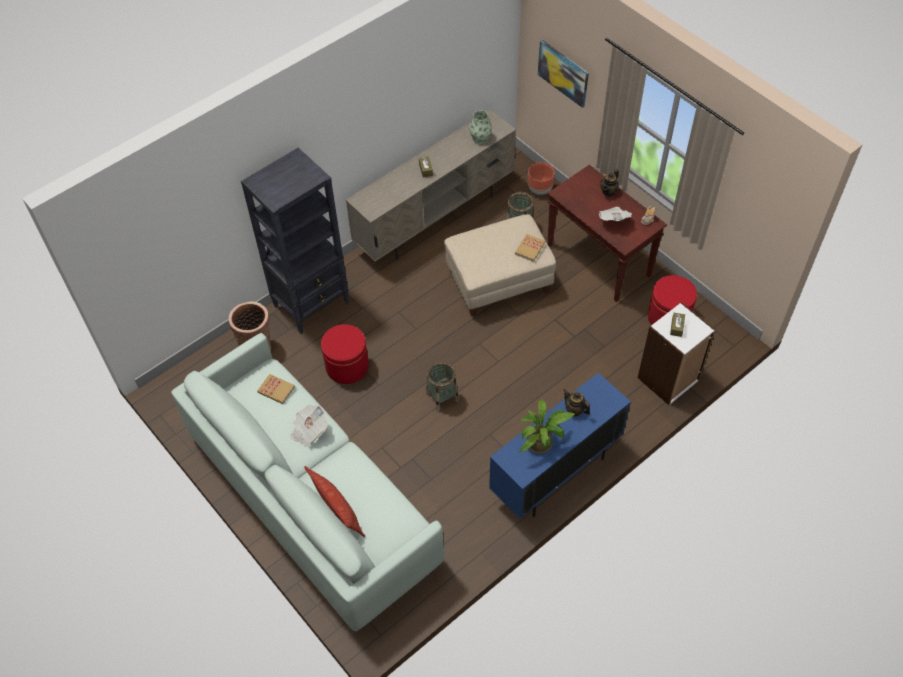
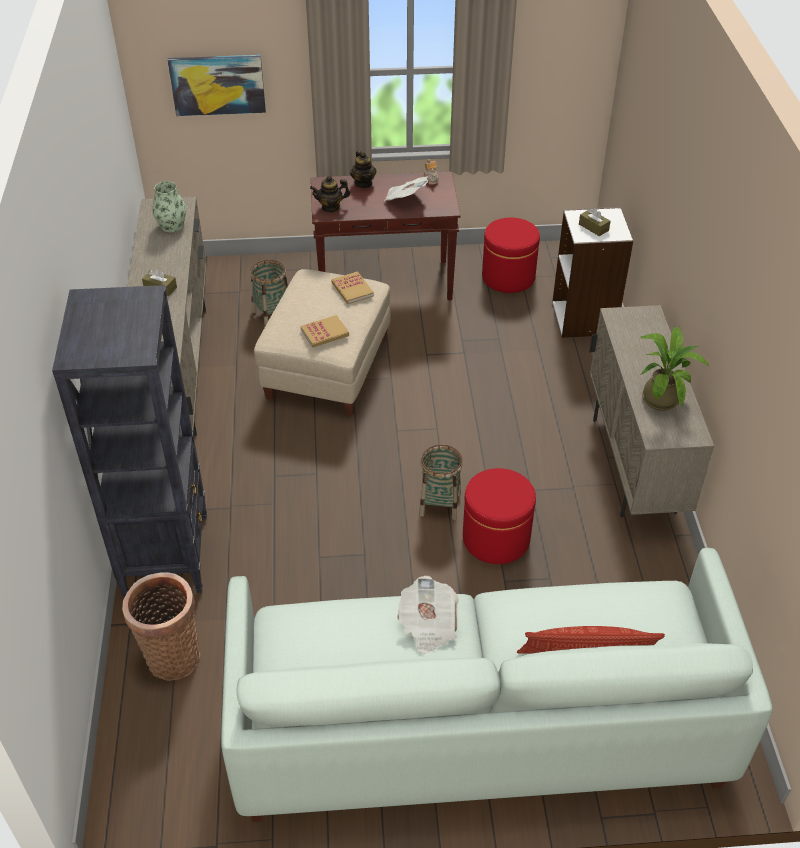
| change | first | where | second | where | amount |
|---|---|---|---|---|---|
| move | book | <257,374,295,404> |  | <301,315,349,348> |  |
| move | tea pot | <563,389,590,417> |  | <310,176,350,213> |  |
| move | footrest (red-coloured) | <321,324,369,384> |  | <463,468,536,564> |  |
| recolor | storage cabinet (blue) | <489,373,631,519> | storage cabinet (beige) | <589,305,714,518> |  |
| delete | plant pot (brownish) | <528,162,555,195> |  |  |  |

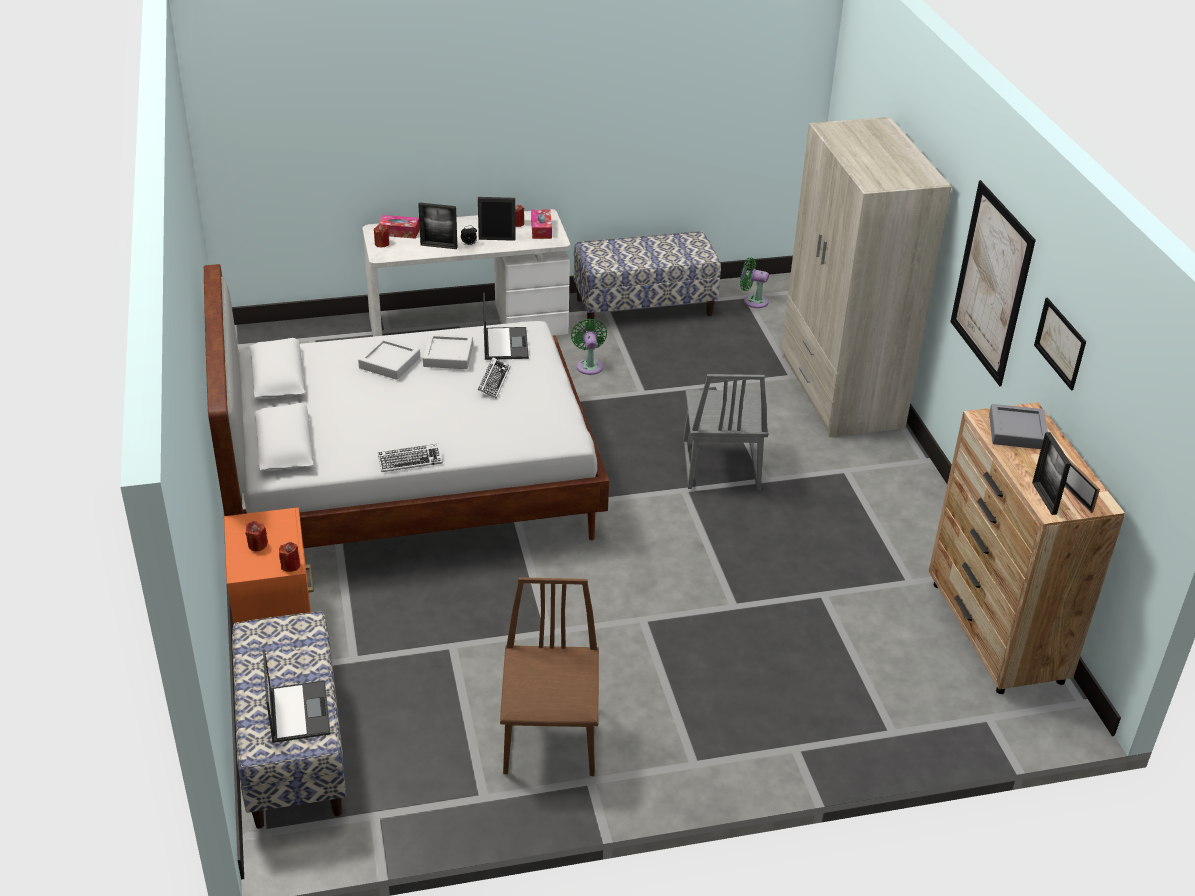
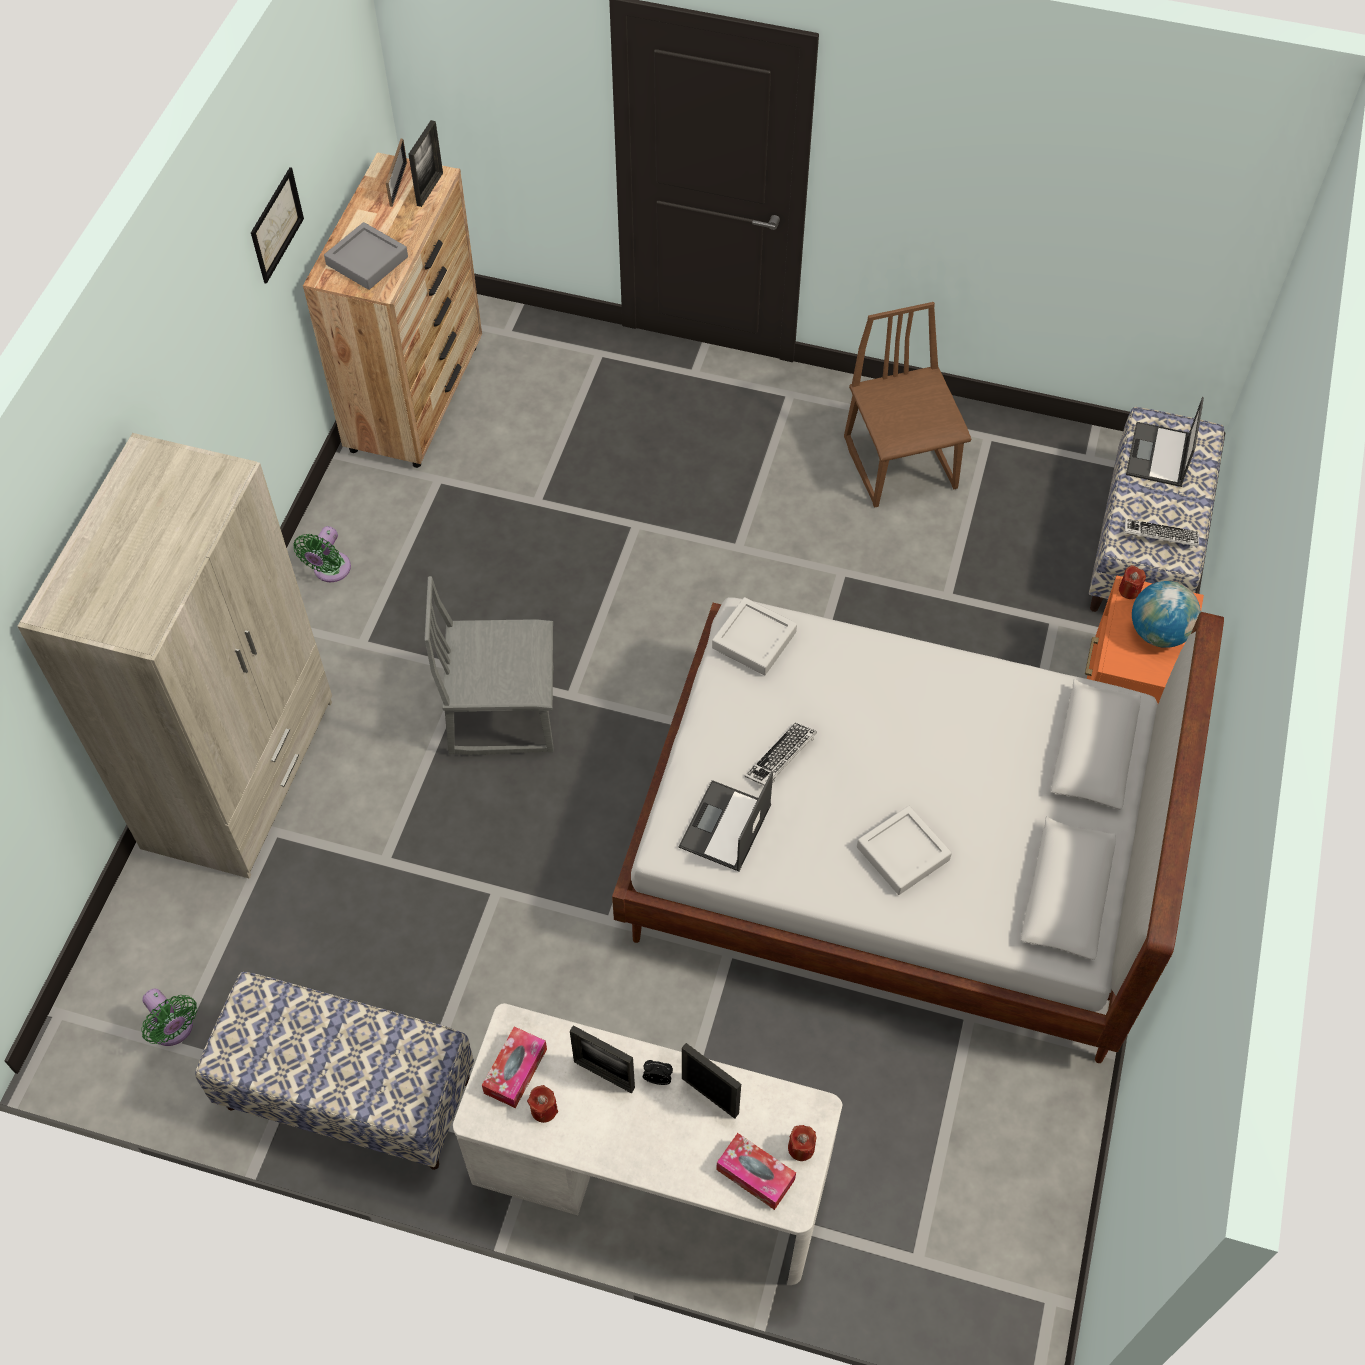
| change | first | where | second | where | amount |
|---|---|---|---|---|---|
| move | cooling fan (green-coloured) | <571,318,607,375> |  | <293,526,351,582> |  |
| rotate | upright chair (gray) | <683,374,769,490> |  | <424,576,554,756> | 120 degrees counterclockwise |
| move | serving tray (gray) | <423,334,473,369> |  | <712,597,797,675> |  |
| rotate | upright chair (brownish) | <500,577,599,776> |  | <844,302,971,508> | 135 degrees clockwise |
| move | PC keyboard | <378,444,443,472> |  | <1125,519,1199,548> |  |
| replace | candle (red-coloured) | <246,521,268,551> | world globe | <1132,581,1201,648> |  |
| delete | wall art | <950,180,1036,386> |  |  |  |

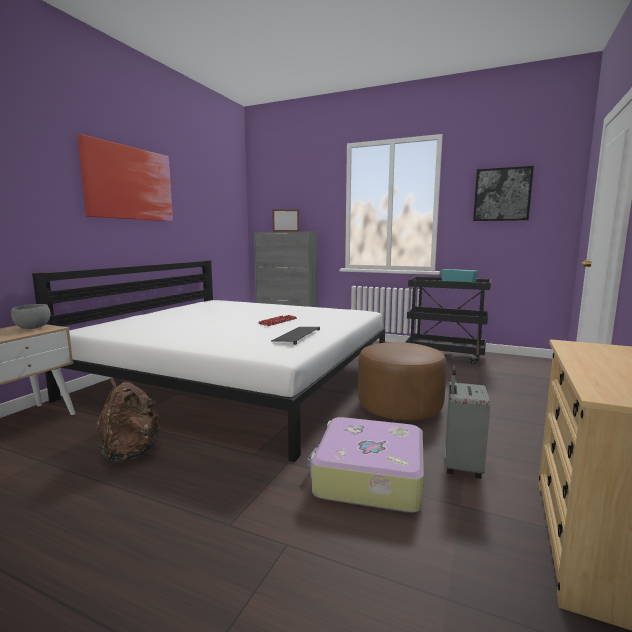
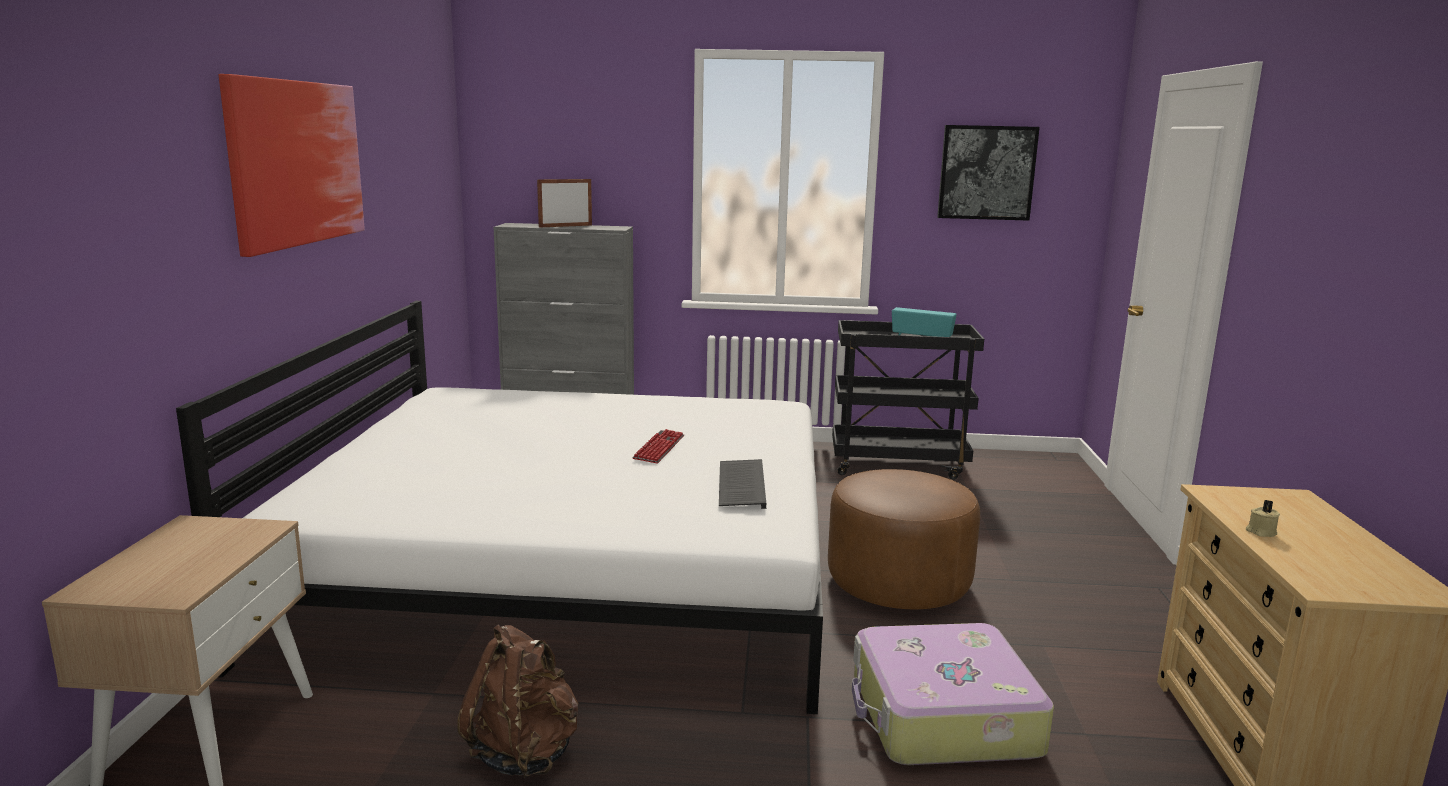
| change | first | where | second | where | amount |
|---|---|---|---|---|---|
| insert |  |  | candle (beige) | <1246,500,1280,537> |  |
| delete | bowl (gray) | <11,304,50,329> |  |  |  |
| delete | travel case (gray) | <445,365,490,479> |  |  |  |

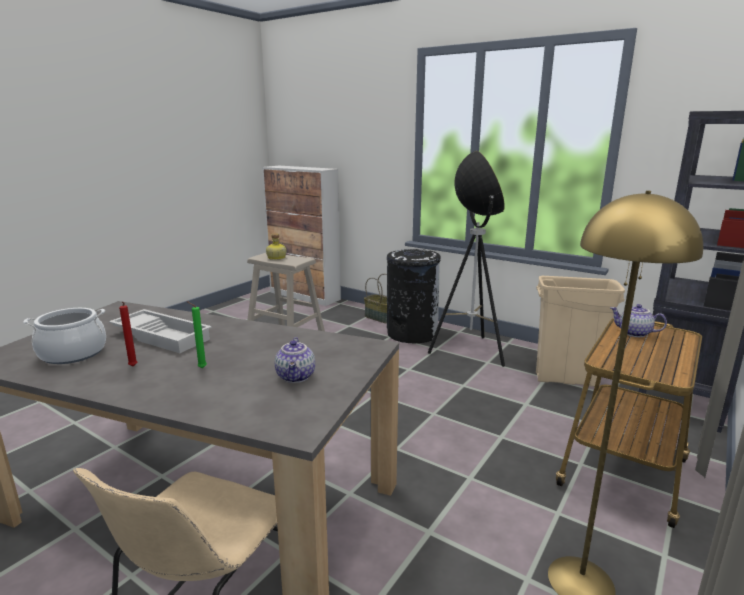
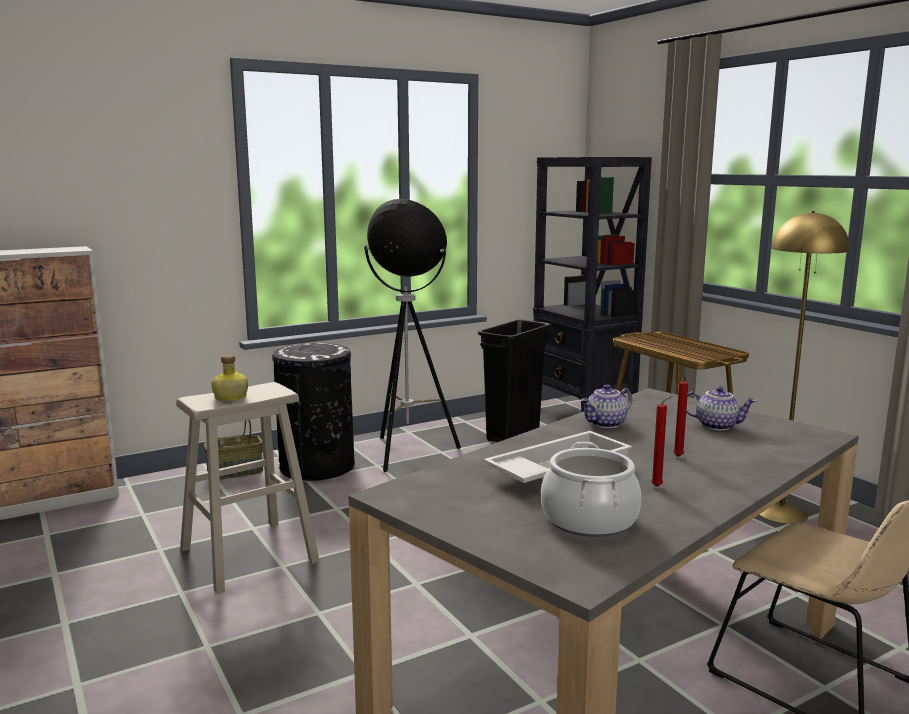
| change | first | where | second | where | amount |
|---|---|---|---|---|---|
| recolor | trash can (beige) | <536,276,625,387> | trash can (black-coloured) | <478,320,551,442> |  |
| move | tea pot | <610,304,667,337> |  | <580,385,632,428> |  |
| recolor | candle (green-coloured) | <186,301,207,368> | candle (red-coloured) | <673,376,688,457> |  |

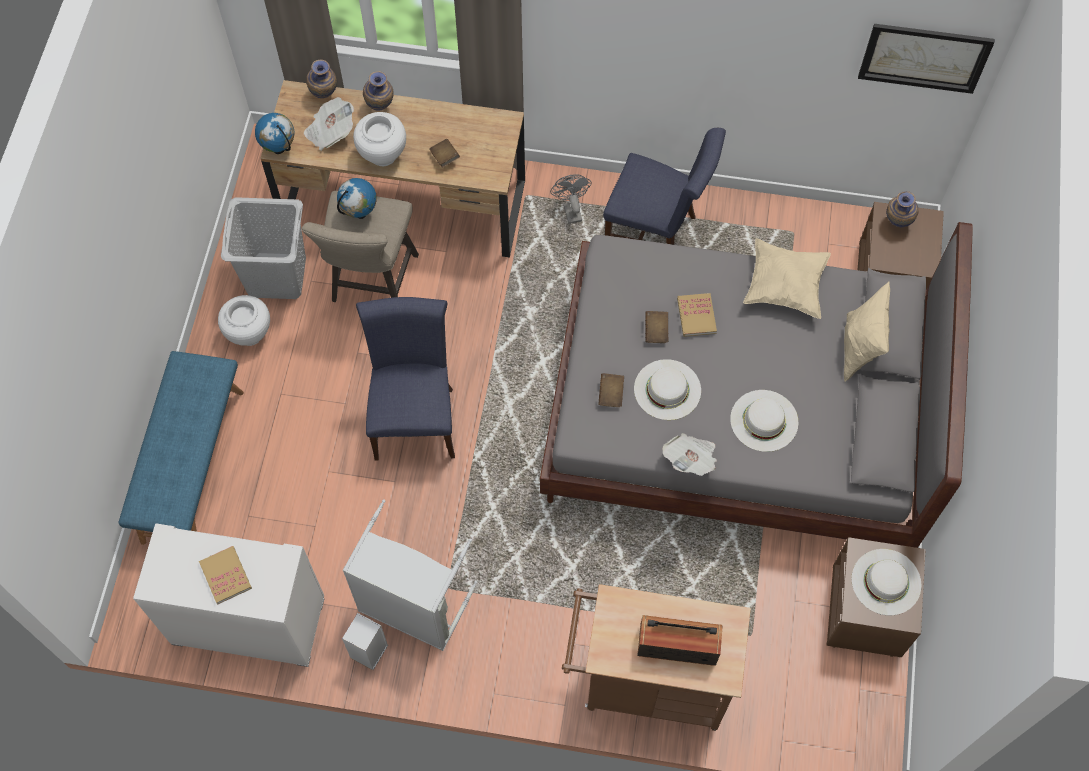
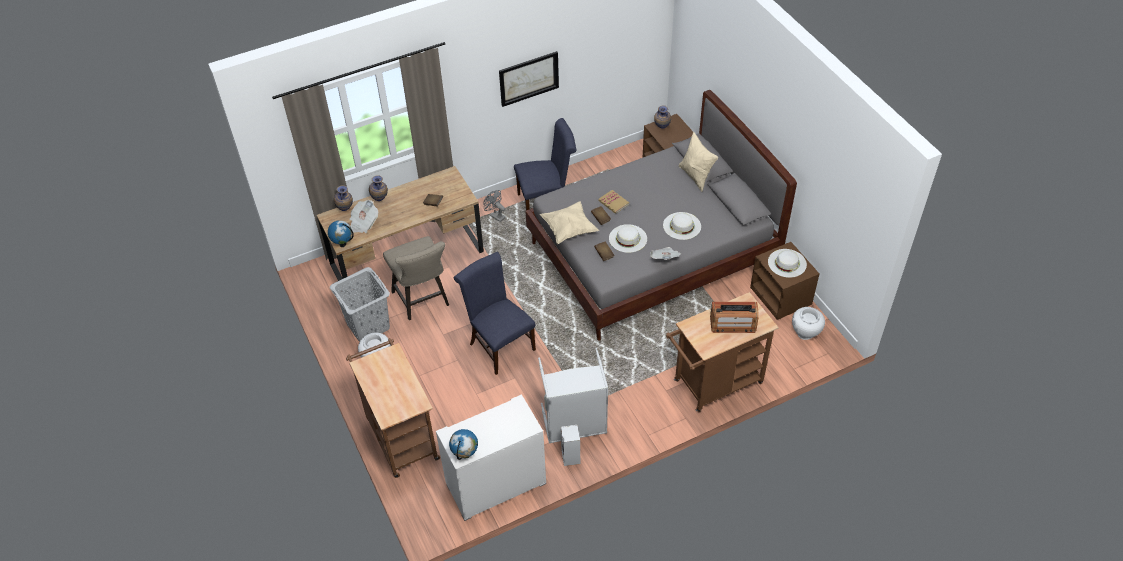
| change | first | where | second | where | amount |
|---|---|---|---|---|---|
| replace | indoor bench (blue) | <118,351,244,545> | trolley (brownish) | <346,338,440,478> |  |
| move | world globe | <337,178,377,219> |  | <449,429,478,460> |  |
| move | wall art | <858,24,995,94> |  | <499,51,559,107> |  |
| move | pillow (beige) | <743,238,831,319> |  | <540,201,599,244> |  |
| rotate | radio set | <637,615,722,666> |  | <710,302,759,333> | 150 degrees counterclockwise |
| move | decorative vase (whitish) | <353,112,406,166> |  | <792,307,825,340> |  |
| delete | book | <199,546,252,605> |  |  |  |

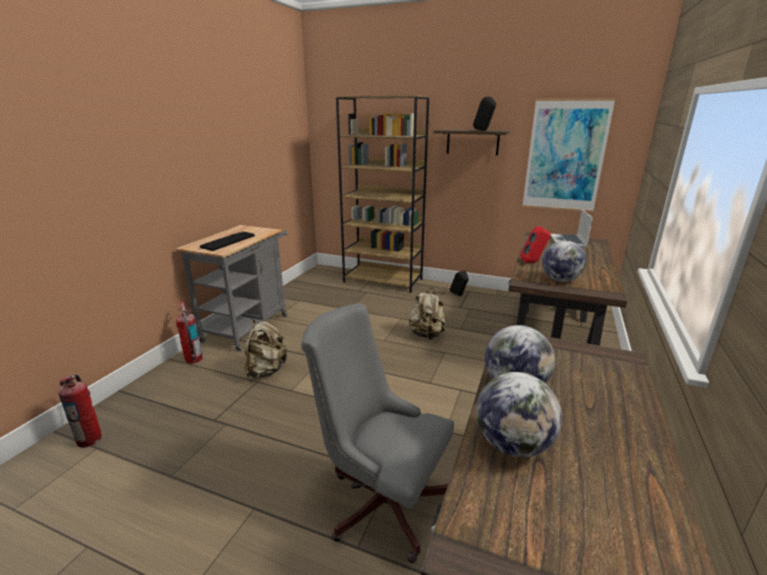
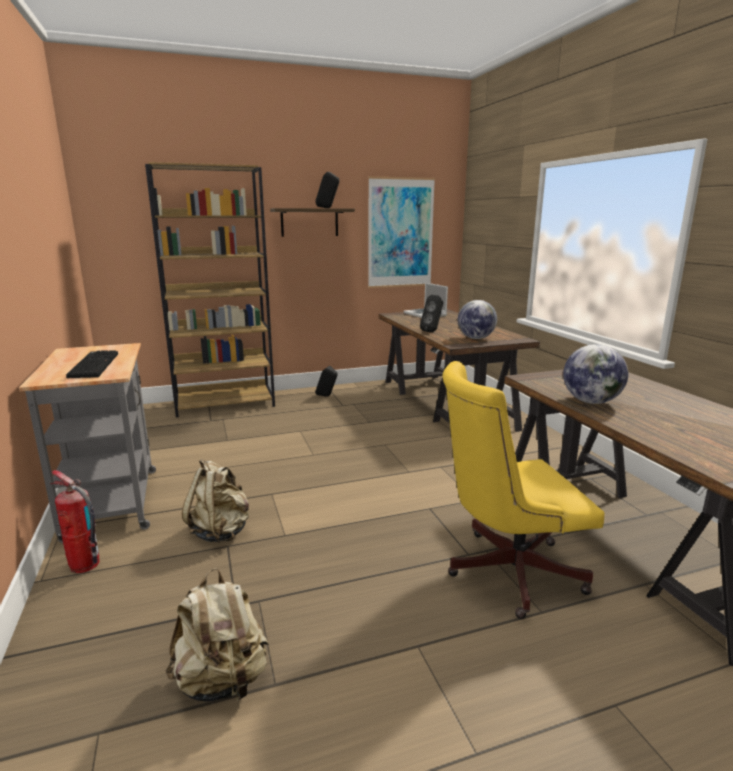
| change | first | where | second | where | amount |
|---|---|---|---|---|---|
| move | rucksack (beige) | <409,288,446,340> |  | <165,568,269,703> |  |
| recolor | speaker (red-coloured) | <520,226,551,263> | speaker (black-coloured) | <420,295,443,332> |  |
| recolor | office chair (gray) | <301,303,454,563> | office chair (yellow) | <442,361,605,619> |  |
| delete | fire-fighting cylinder | <59,374,102,448> |  |  |  |
| delete | world globe | <476,372,562,457> |  |  |  |

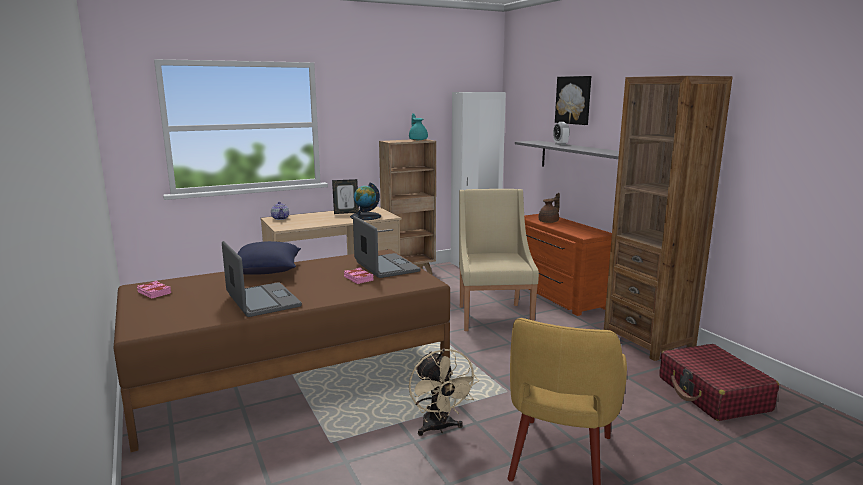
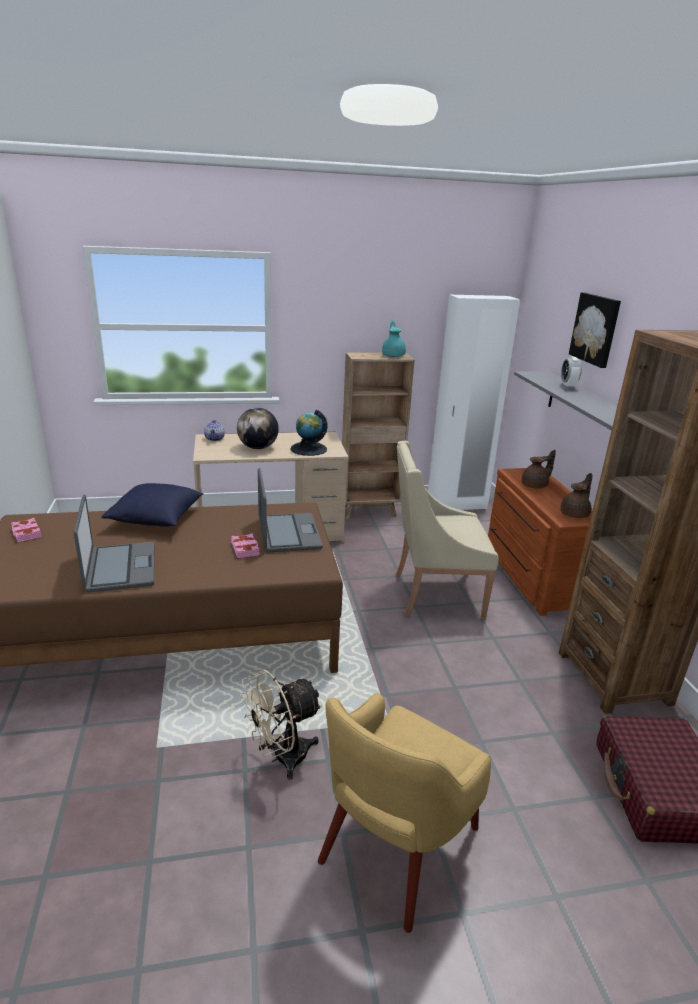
| change | first | where | second | where | amount |
|---|---|---|---|---|---|
| insert |  |  | world globe | <237,408,279,449> |  |
| rotate | cooling fan (beige) | <409,349,479,436> |  | <240,670,322,780> | 60 degrees clockwise |
| rotate | lounge chair (beige) | <459,189,539,331> |  | <396,441,499,620> | 105 degrees counterclockwise |
| insert |  |  | tea pot (brownish) | <560,473,593,518> |  |
| delete | picture frame | <332,179,359,214> |  |  |  |

